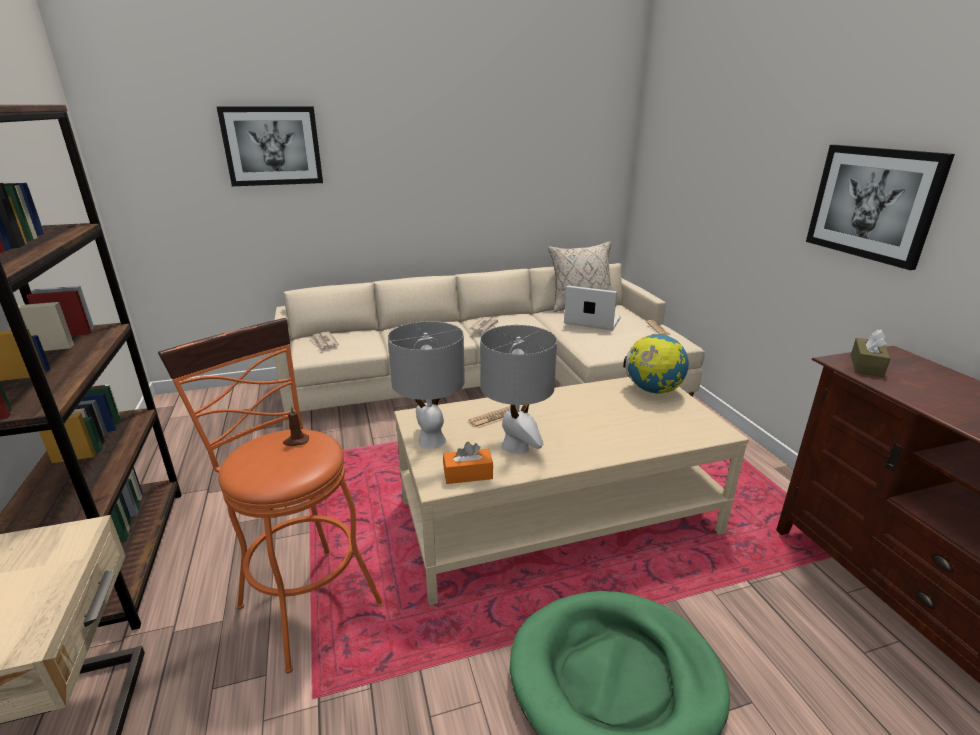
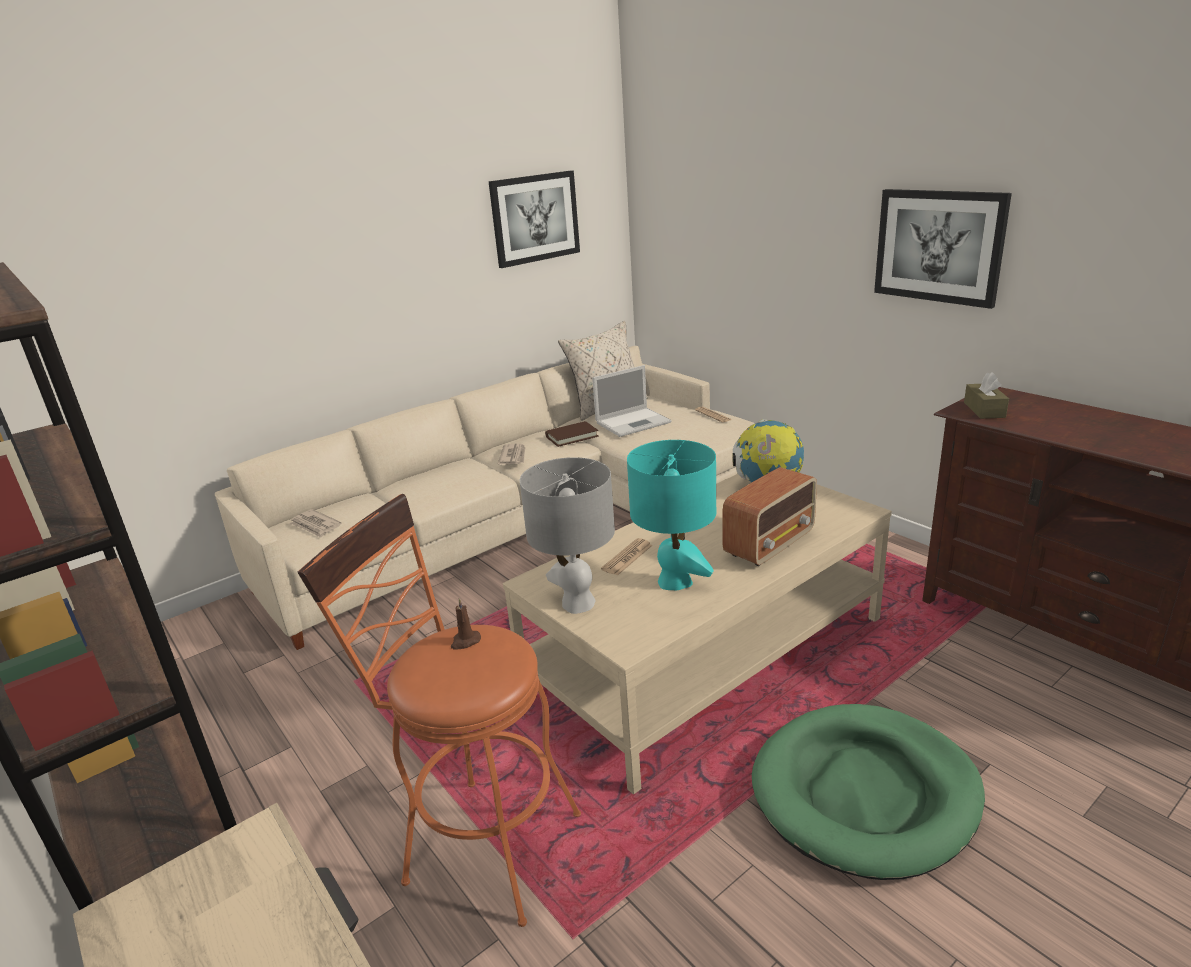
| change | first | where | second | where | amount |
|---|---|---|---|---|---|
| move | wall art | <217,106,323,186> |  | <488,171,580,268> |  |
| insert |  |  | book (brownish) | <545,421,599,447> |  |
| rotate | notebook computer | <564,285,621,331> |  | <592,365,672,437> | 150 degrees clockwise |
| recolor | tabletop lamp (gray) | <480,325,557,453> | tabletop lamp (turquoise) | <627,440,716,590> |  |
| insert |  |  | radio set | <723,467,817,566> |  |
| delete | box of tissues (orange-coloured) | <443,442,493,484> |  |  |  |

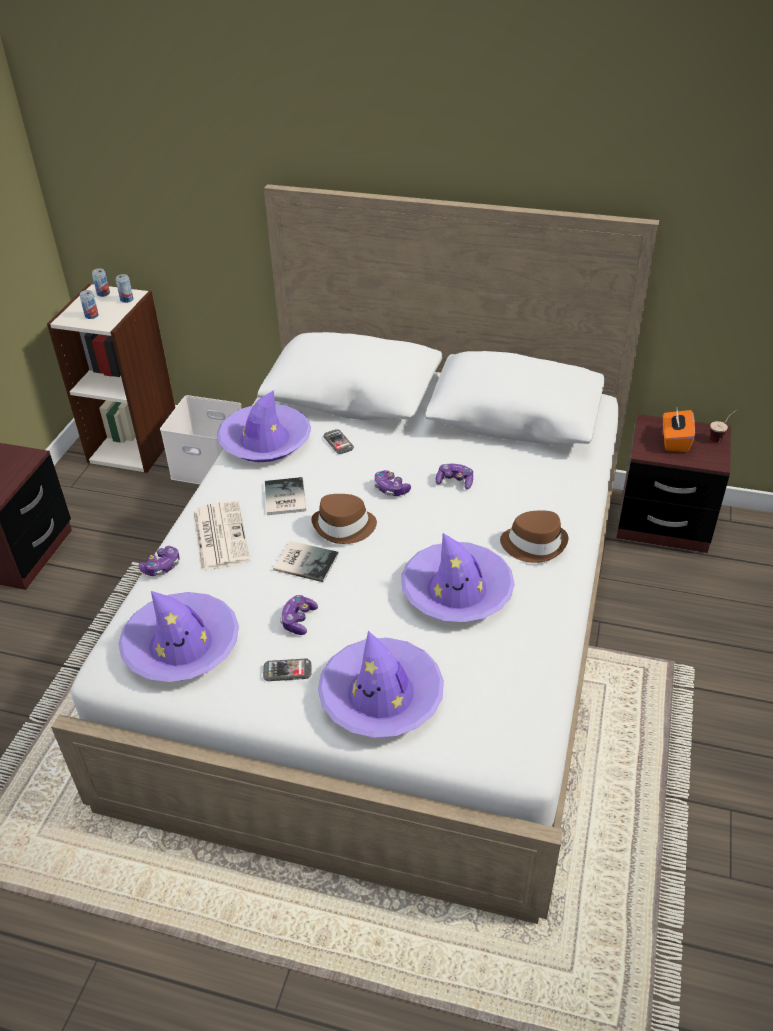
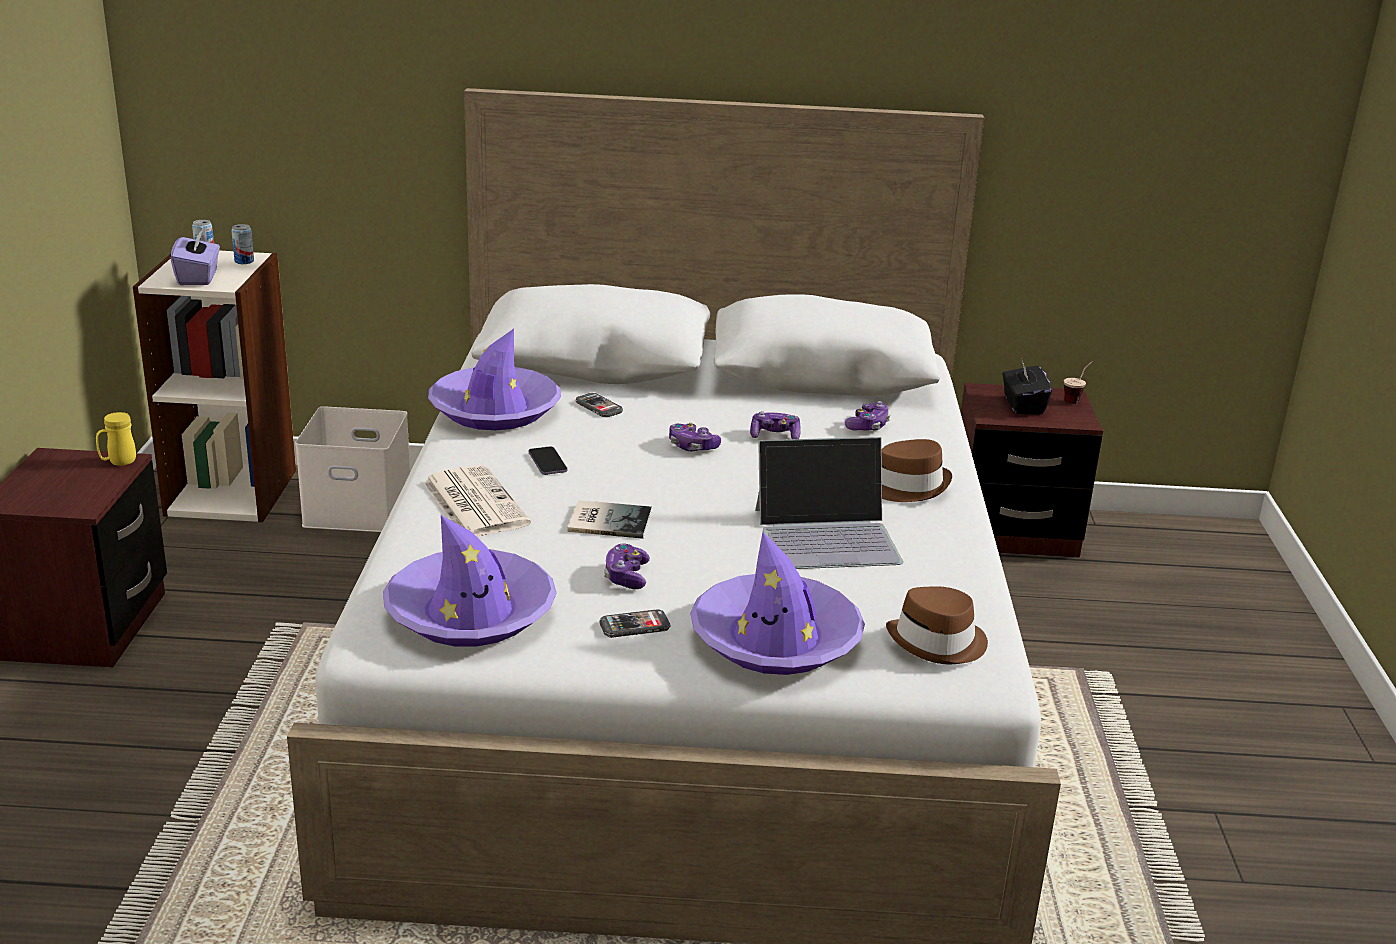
| change | first | where | second | where | amount |
|---|---|---|---|---|---|
| insert |  |  | tea mug (yellow) | <96,412,136,466> |  |
| replace | can | <80,290,99,319> | box of tissues (purple) | <171,229,220,285> |  |
| replace | book | <265,477,306,515> | phone | <529,447,567,475> |  |
| replace | hat (purple) | <401,533,514,622> | notebook computer | <755,437,903,569> |  |
| move | gamepad | <138,546,180,576> |  | <845,401,890,431> |  |
| move | hat (brownish) | <311,494,377,544> |  | <886,587,988,664> |  |
| recolor | box of tissues (orange-coloured) | <663,410,695,452> | box of tissues (black-coloured) | <1002,361,1052,414> |  |

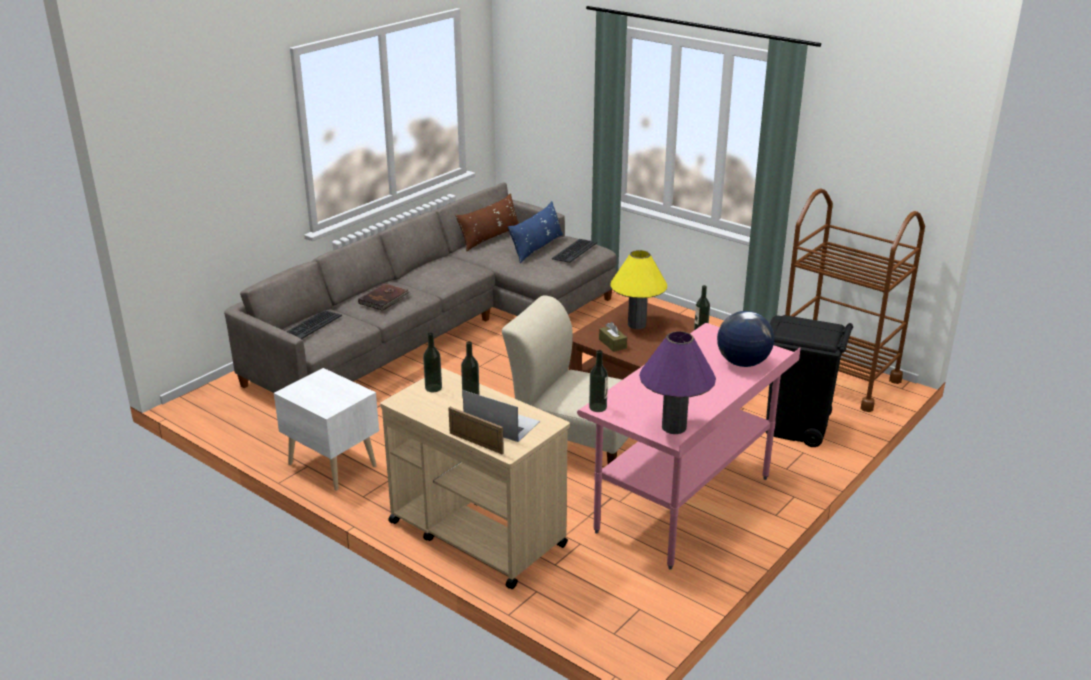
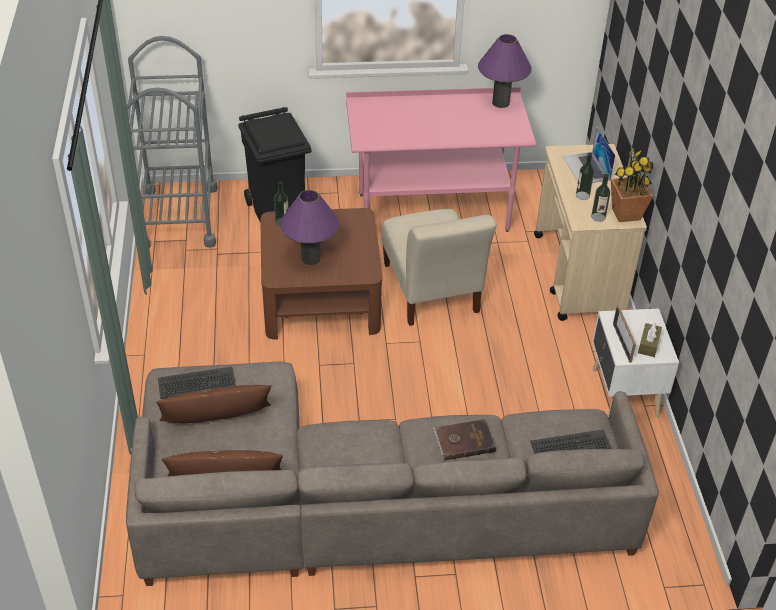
| change | first | where | second | where | amount |
|---|---|---|---|---|---|
| recolor | trolley (brownish) | <785,188,925,412> | trolley (gray) | <127,36,218,248> |  |
| recolor | pillow (blue) | <508,201,563,263> | pillow (brownish) | <156,385,271,423> |  |
| recolor | tabletop lamp (yellow) | <610,250,667,329> | tabletop lamp (purple) | <280,190,339,265> |  |
| insert |  |  | houseplant | <611,149,653,222> |  |
| move | picture frame | <448,407,504,454> |  | <613,306,636,363> |  |
| move | box of tissues (brownish) | <599,322,627,352> |  | <638,323,662,357> |  |
| delete | beverage bottle | <589,350,608,412> |  |  |  |
| delete | world globe | <717,311,774,367> |  |  |  |

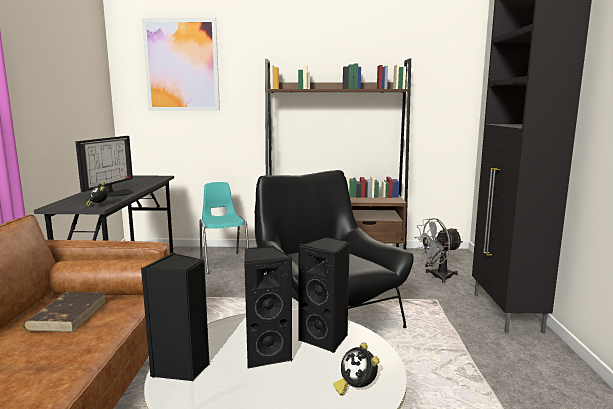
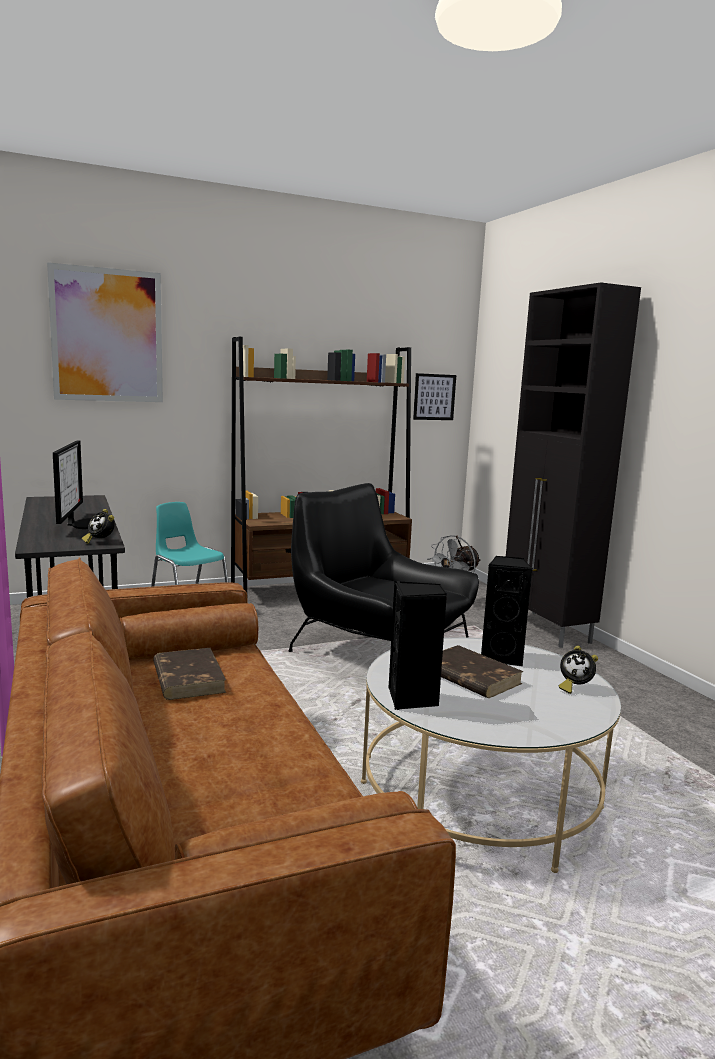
| change | first | where | second | where | amount |
|---|---|---|---|---|---|
| insert |  |  | wall art | <413,373,456,420> |  |
| replace | speaker (black-coloured) | <244,246,293,368> | book (brownish) | <441,645,524,698> |  |

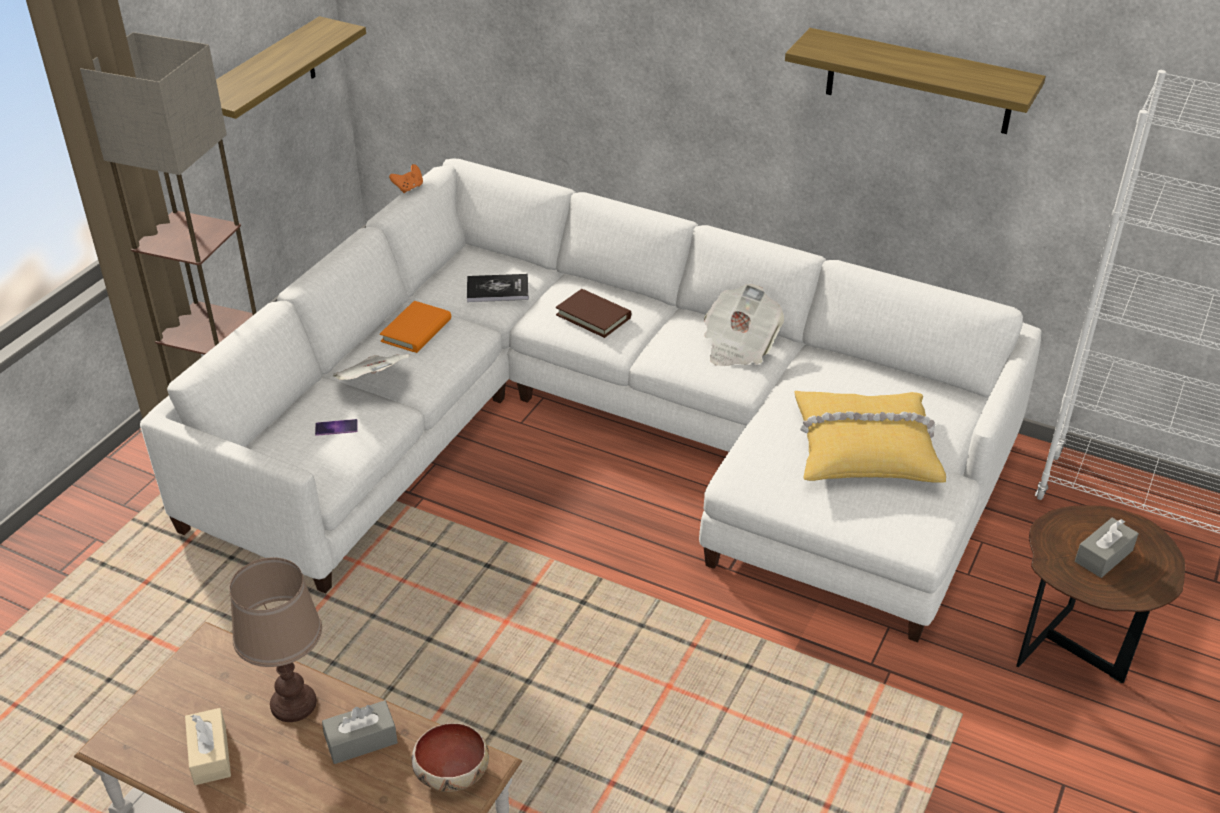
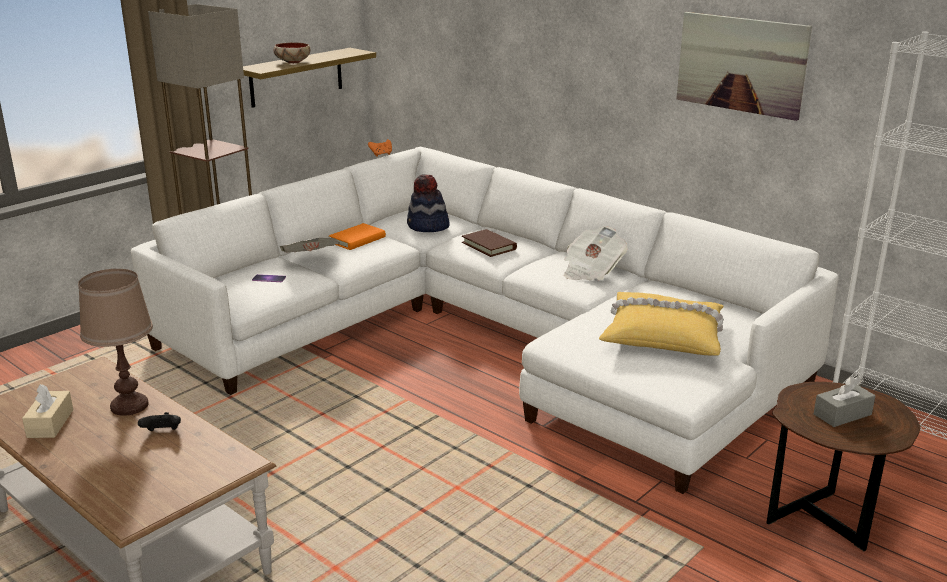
| change | first | where | second | where | amount |
|---|---|---|---|---|---|
| replace | box of tissues (gray) | <322,700,398,764> | gamepad (black-coloured) | <138,412,181,431> |  |
| move | bowl | <412,723,489,792> |  | <274,42,310,64> |  |
| replace | book | <467,274,529,302> | hat | <407,174,450,232> |  |
| replace | shelf | <785,28,1046,134> | wall art | <677,12,812,121> |  |

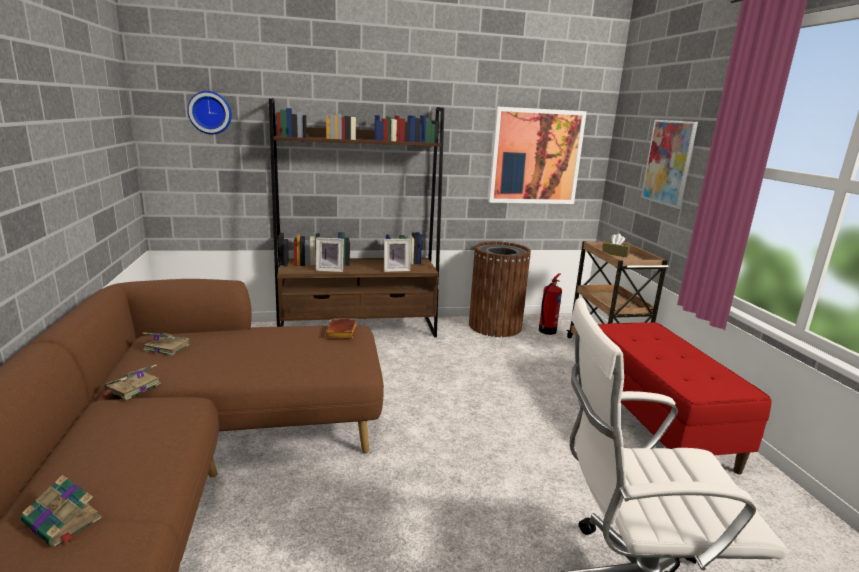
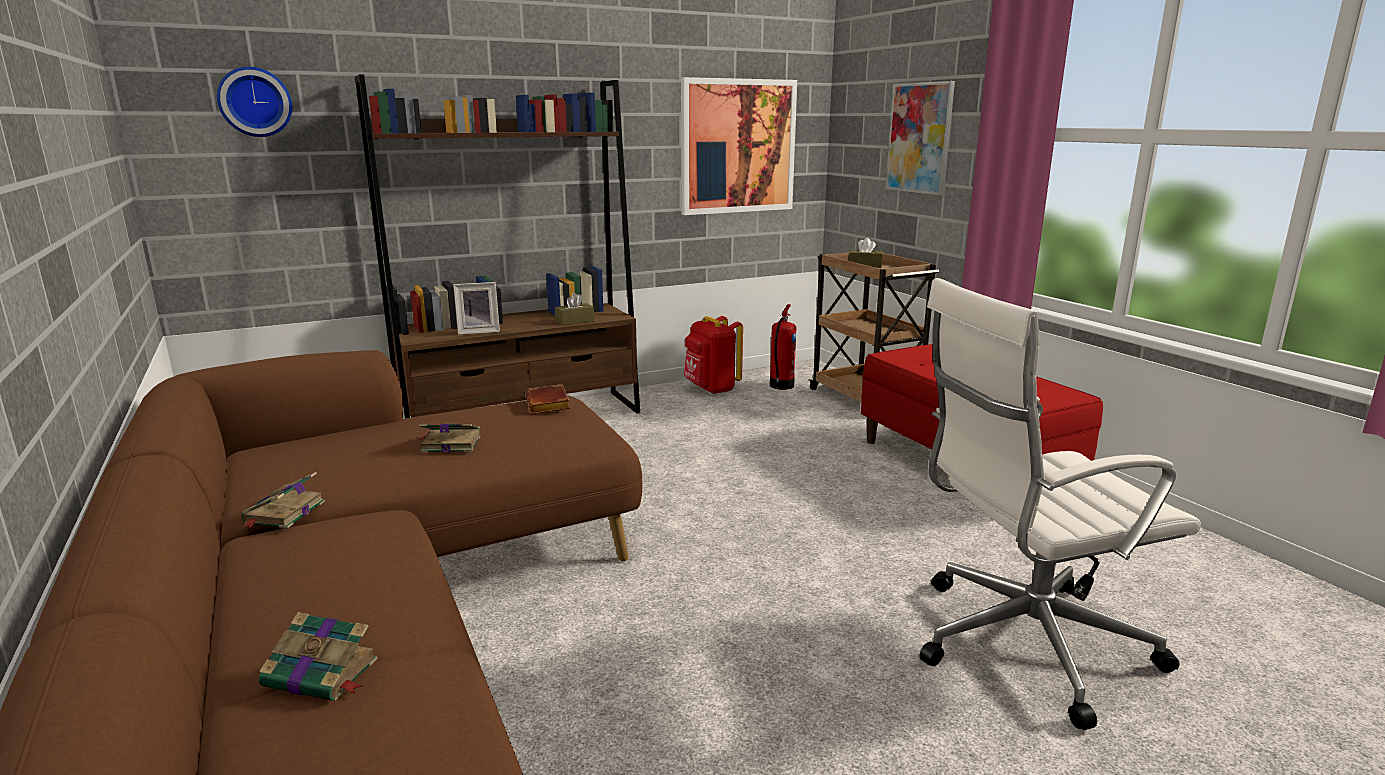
| change | first | where | second | where | amount |
|---|---|---|---|---|---|
| move | book | <143,332,190,356> |  | <418,423,481,453> |  |
| replace | picture frame | <384,239,411,272> | box of tissues (brownish) | <555,293,594,326> |  |
| replace | trash can (brownish) | <469,242,531,337> | rucksack (red-coloured) | <684,316,743,395> |  |

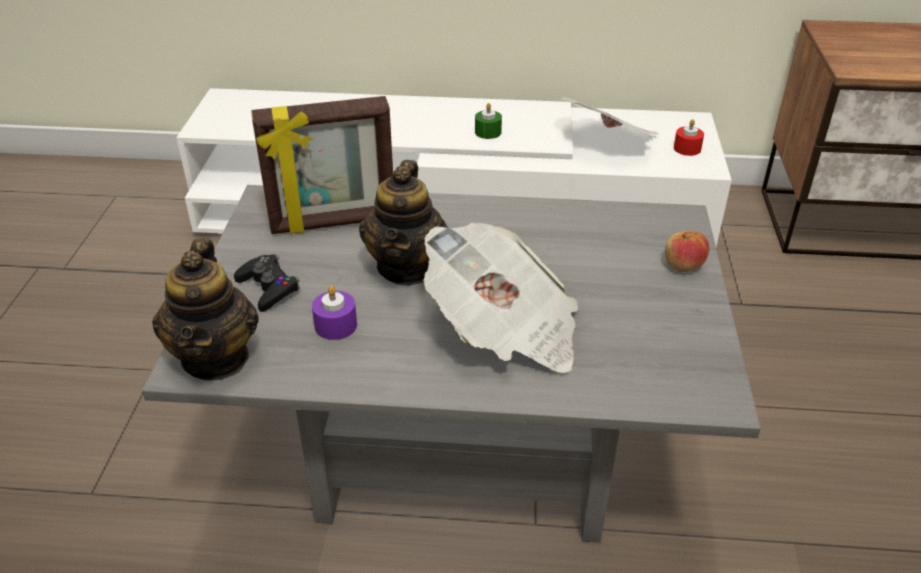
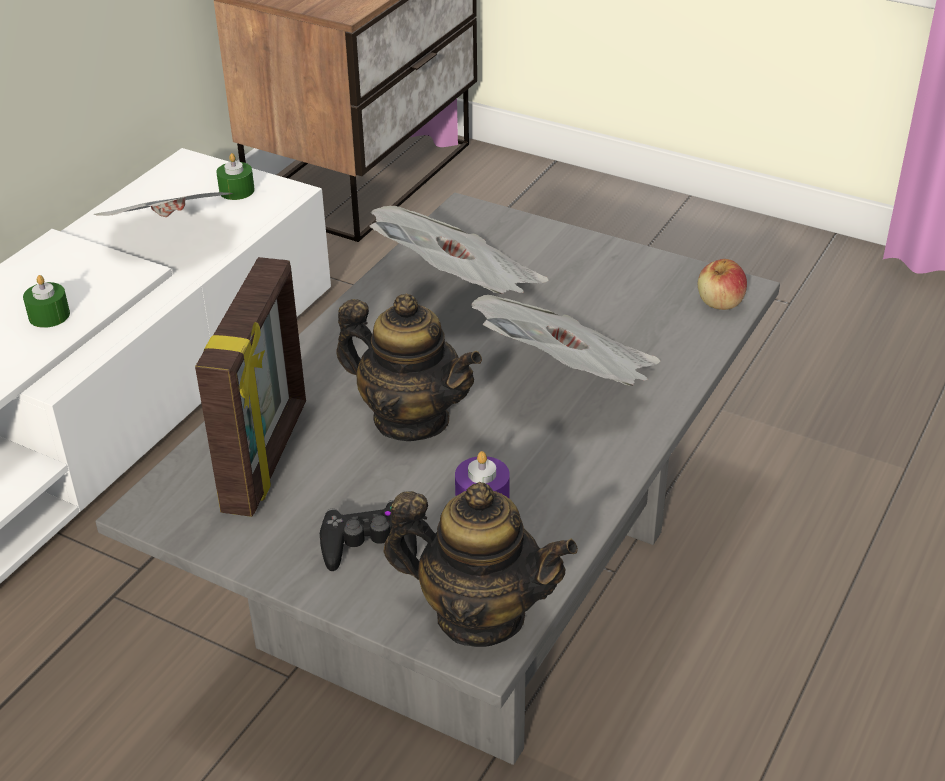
| change | first | where | second | where | amount |
|---|---|---|---|---|---|
| recolor | candle (red-coloured) | <674,119,704,156> | candle (green-coloured) | <216,153,255,200> |  |
| insert |  |  | newspaper | <369,206,549,294> |  |
| move | whole apple | <665,231,709,272> |  | <698,259,747,310> |  |

